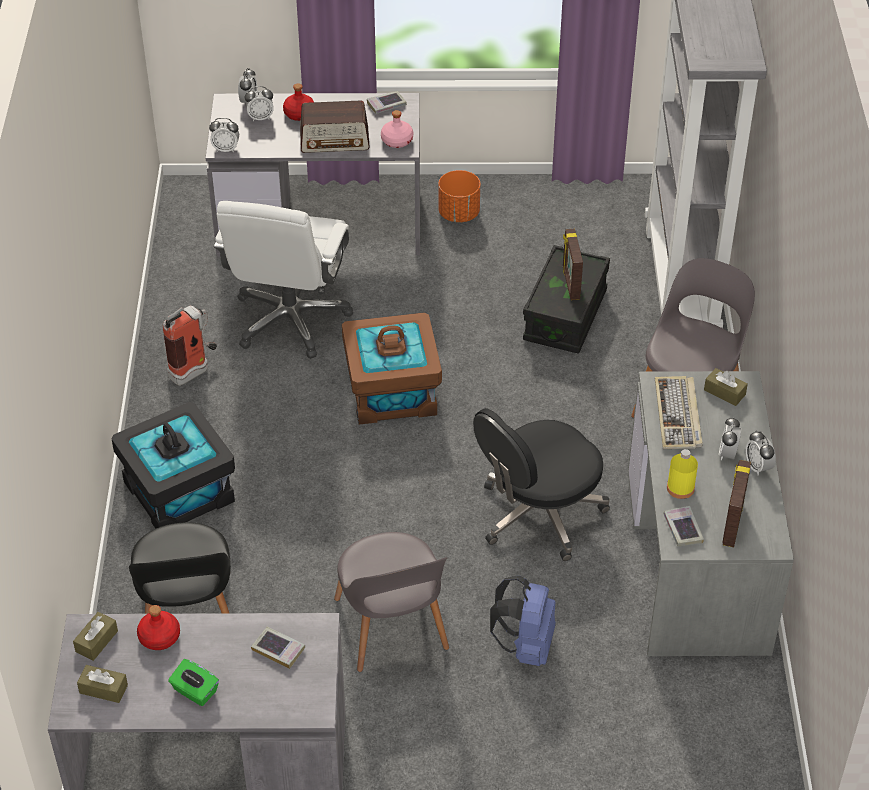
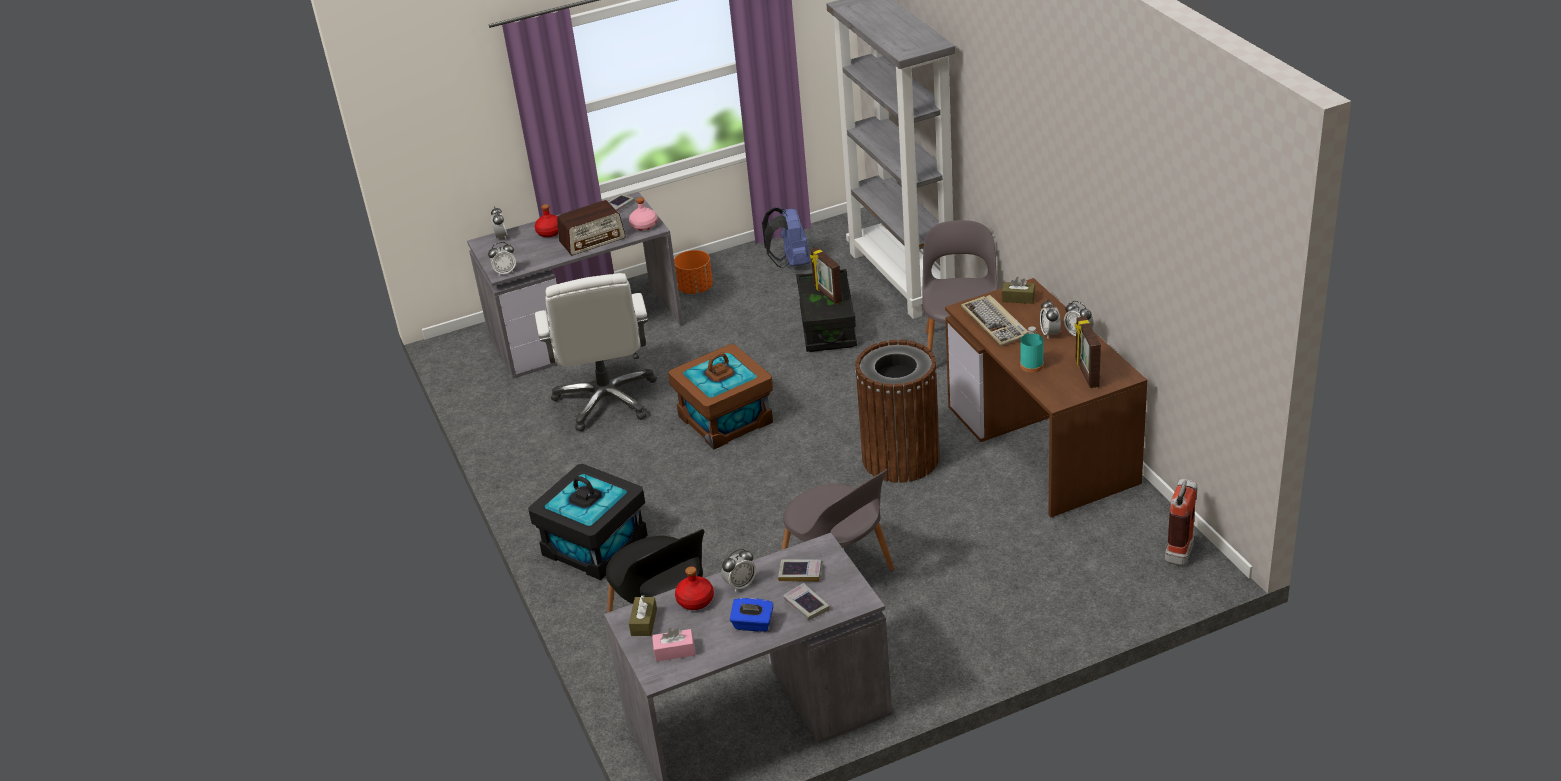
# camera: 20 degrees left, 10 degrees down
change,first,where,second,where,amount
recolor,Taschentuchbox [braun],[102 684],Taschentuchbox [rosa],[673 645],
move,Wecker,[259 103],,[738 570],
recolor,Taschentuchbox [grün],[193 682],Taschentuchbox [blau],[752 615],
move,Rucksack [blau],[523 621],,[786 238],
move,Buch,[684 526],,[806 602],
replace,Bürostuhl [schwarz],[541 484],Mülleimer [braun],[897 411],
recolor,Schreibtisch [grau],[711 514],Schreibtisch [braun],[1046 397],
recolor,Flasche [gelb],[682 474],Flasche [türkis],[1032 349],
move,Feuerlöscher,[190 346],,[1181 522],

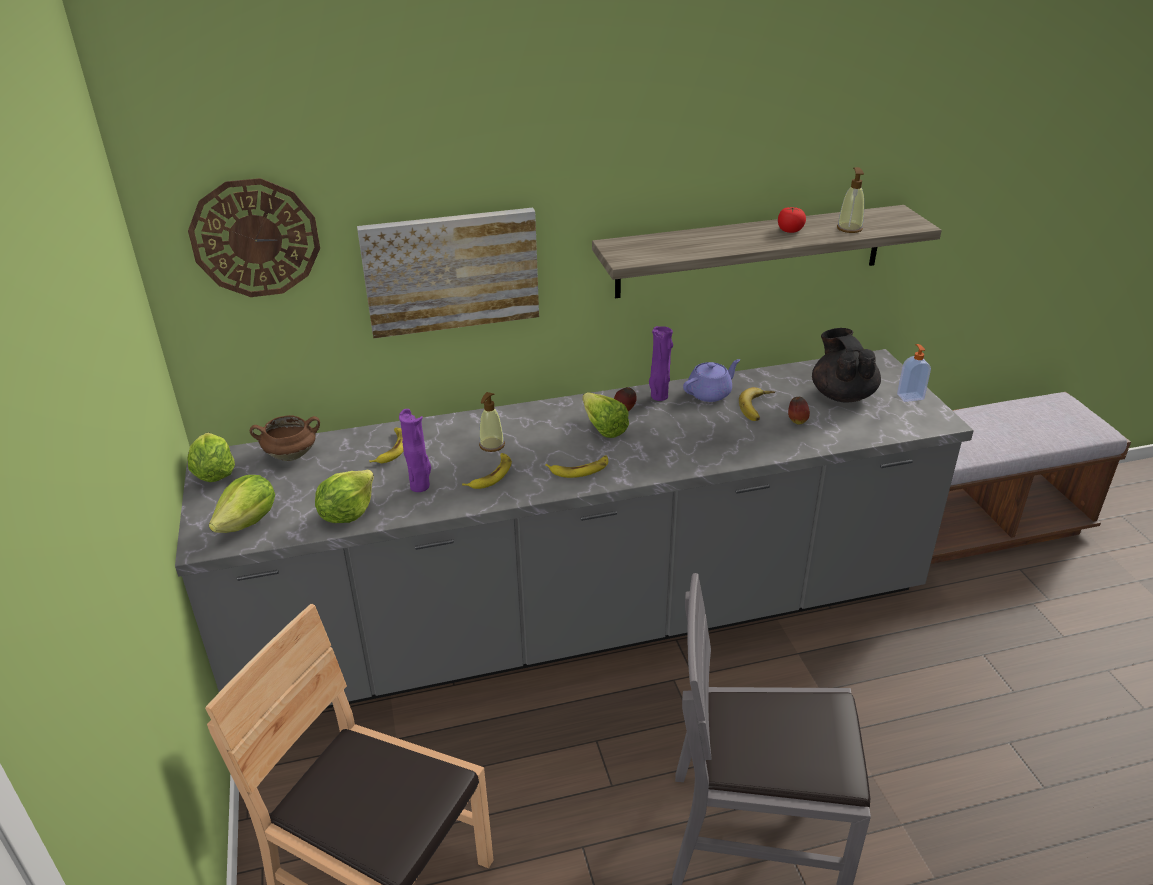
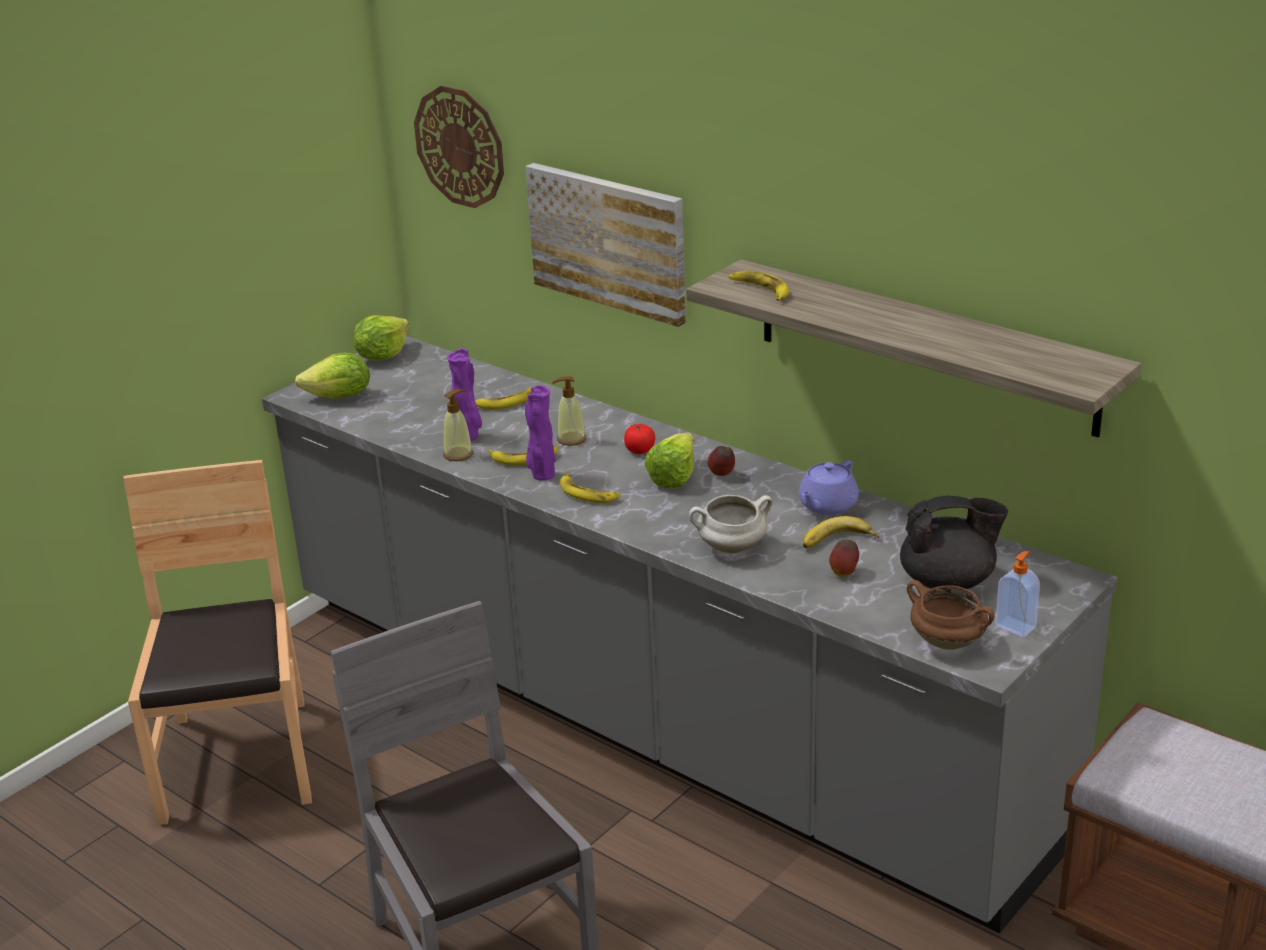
# camera: 55 degrees right, 5 degrees down
change,first,where,second,where,amount
move,Seifenspender,[850 200],,[458 425],
move,Vase [lila],[661 363],,[540 433],
move,Tomate,[792 220],,[639 439],
insert,,,Kochtopf [weiß],[731 524],
insert,,,Banane,[759 285],
rotate,Teekanne [lila],[711 380],,[829 487],105 degrees clockwise
rotate,Teekanne [schwarz],[846 365],,[954 542],45 degrees clockwise
move,Kochtopf [braun],[285 438],,[951 615],
delete,Salatkopf,[344 496],,,

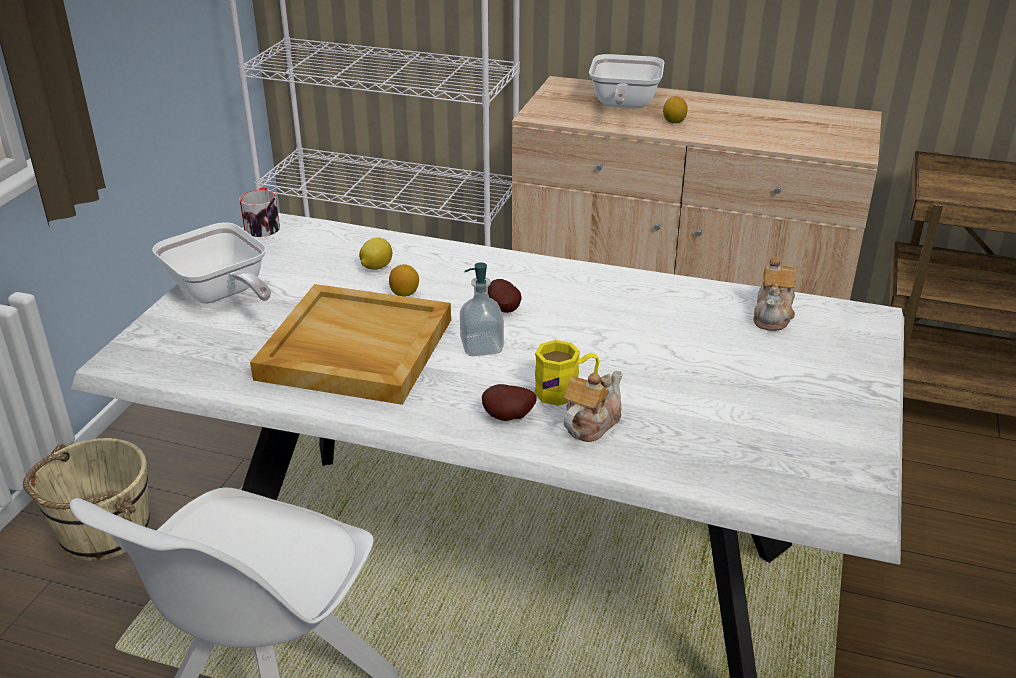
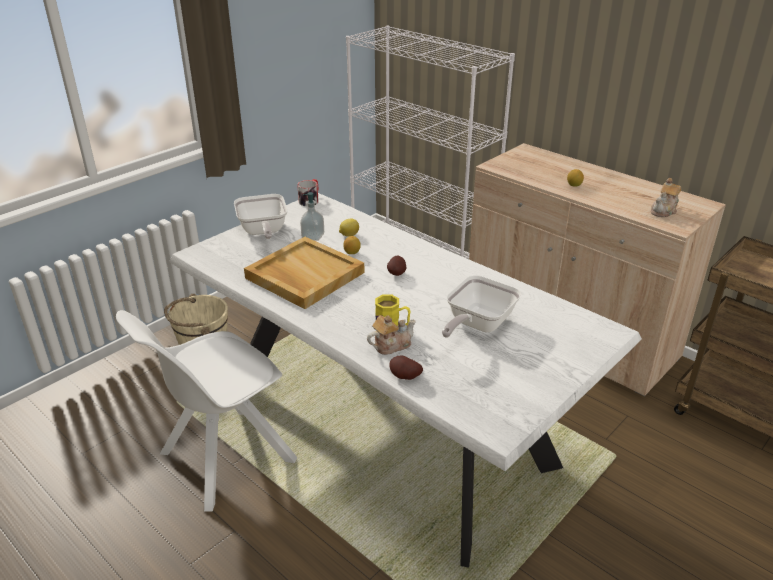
# camera: 25 degrees right, 0 degrees up
change,first,where,second,where,amount
move,Seifenspender,[482 309],,[312 216],
move,Kartoffel,[509 402],,[406 367],
move,Pfanne,[627 81],,[481 306],
move,Teekanne,[775 293],,[666 197],

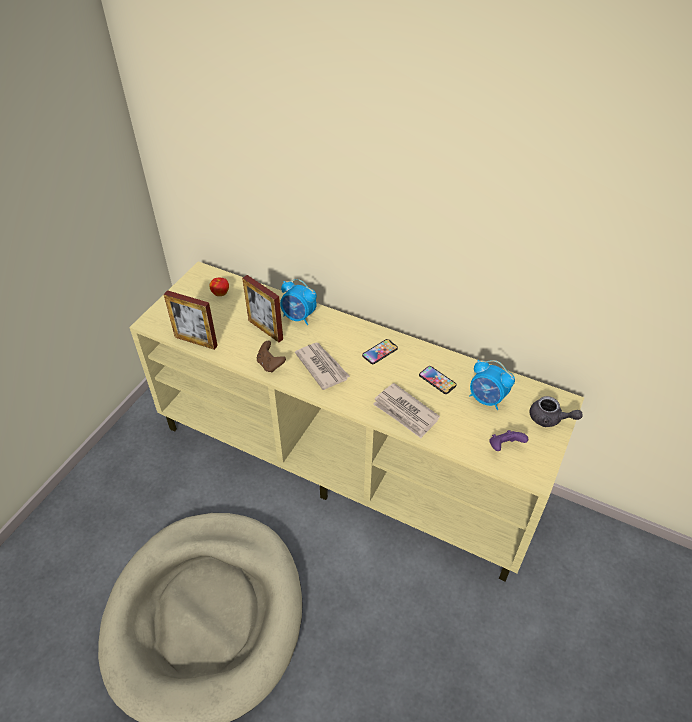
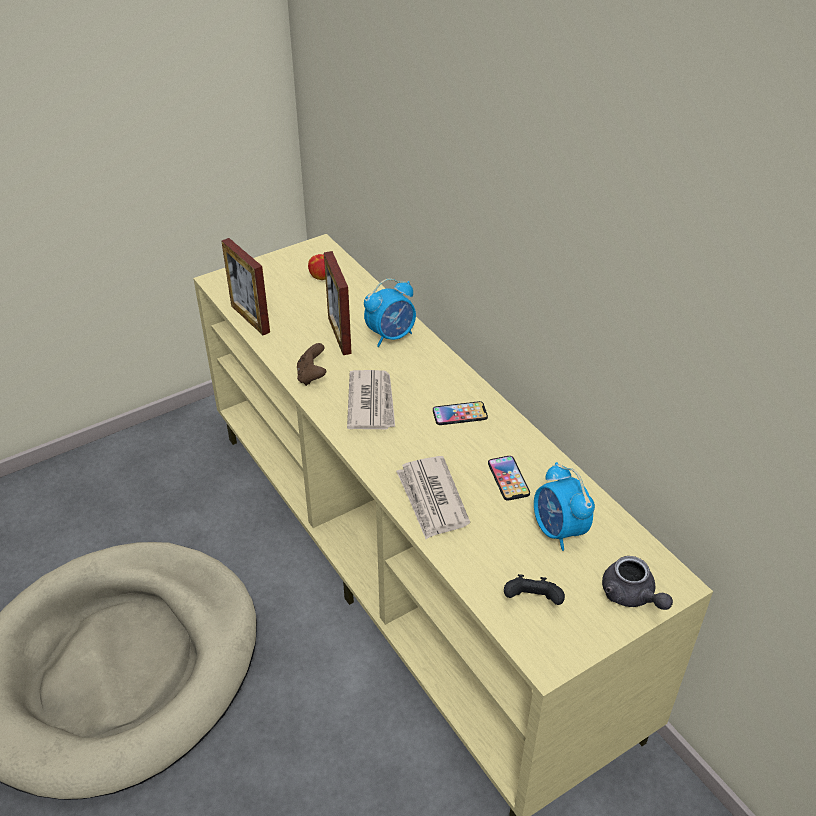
# camera: 30 degrees right, 5 degrees down
change,first,where,second,where,amount
rotate,Wecker,[298 302],,[390 313],90 degrees counterclockwise
recolor,Gamepad [lila],[509 440],Gamepad [schwarz],[534 589],

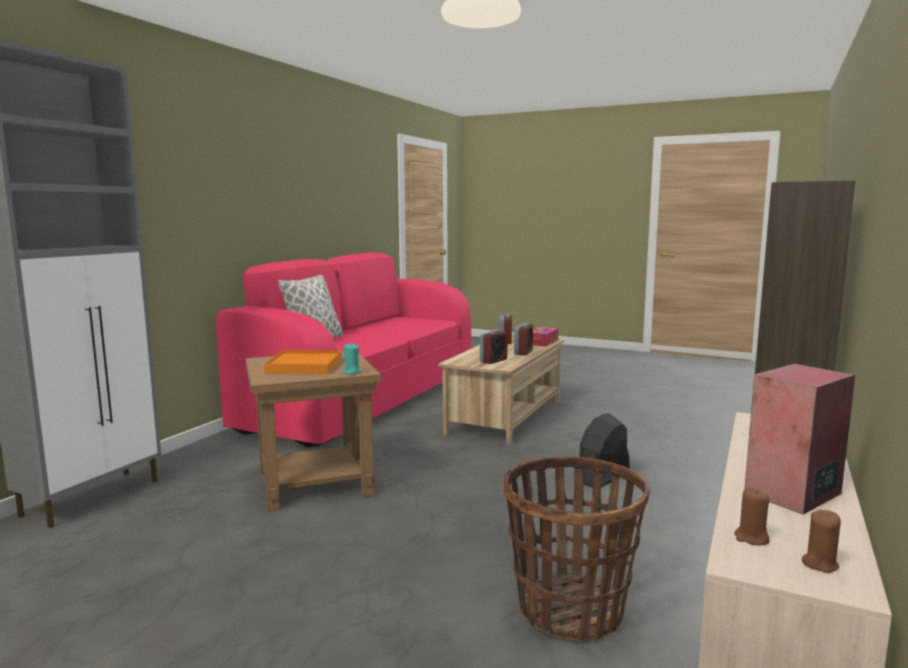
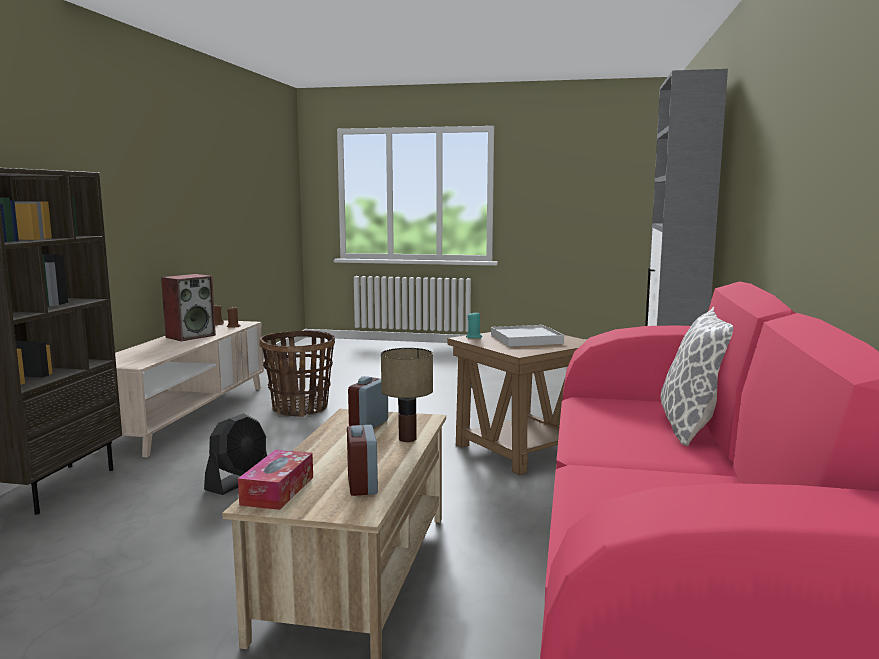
# camera: 165 degrees right, 0 degrees up
change,first,where,second,where,amount
insert,,,Tischlampe,[407 395],
recolor,Tablett [orange],[303 362],Tablett [weiß],[527 336],
delete,Wecker,[523 339],,,

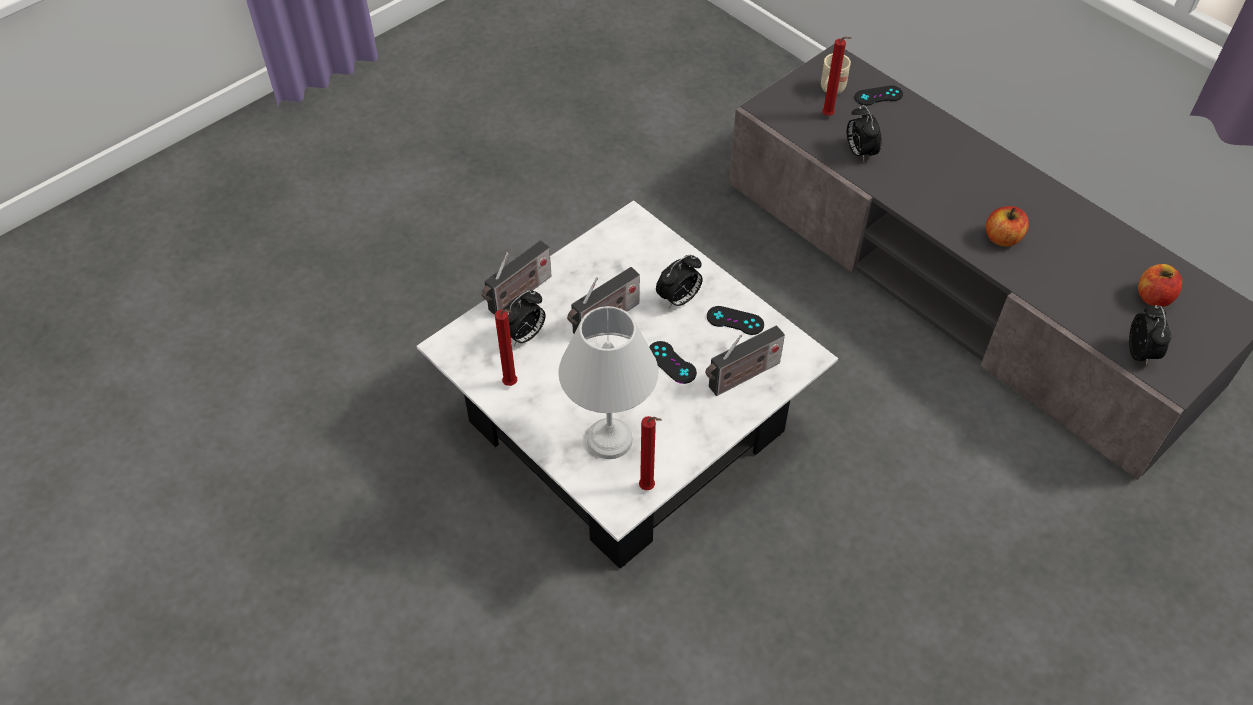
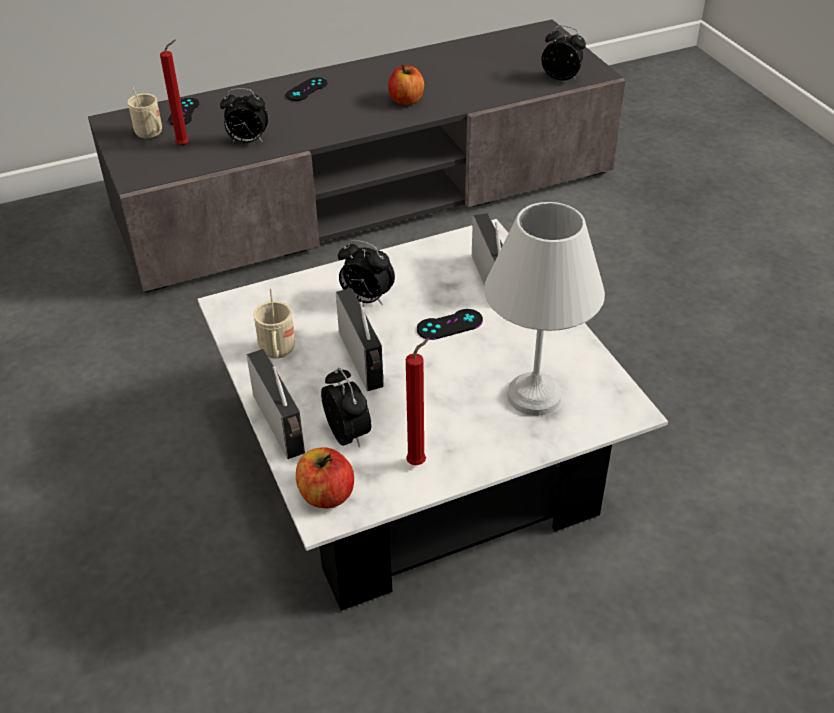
# camera: 70 degrees left, 10 degrees down
change,first,where,second,where,amount
insert,,,Henkelbecher [beige],[274 324],
move,Gamepad [schwarz],[735 320],,[306 89],
move,Apfel,[1160 285],,[325 477],
rotate,Wecker,[679 281],,[366 273],135 degrees clockwise
delete,Kerze [rot],[650 453],,,

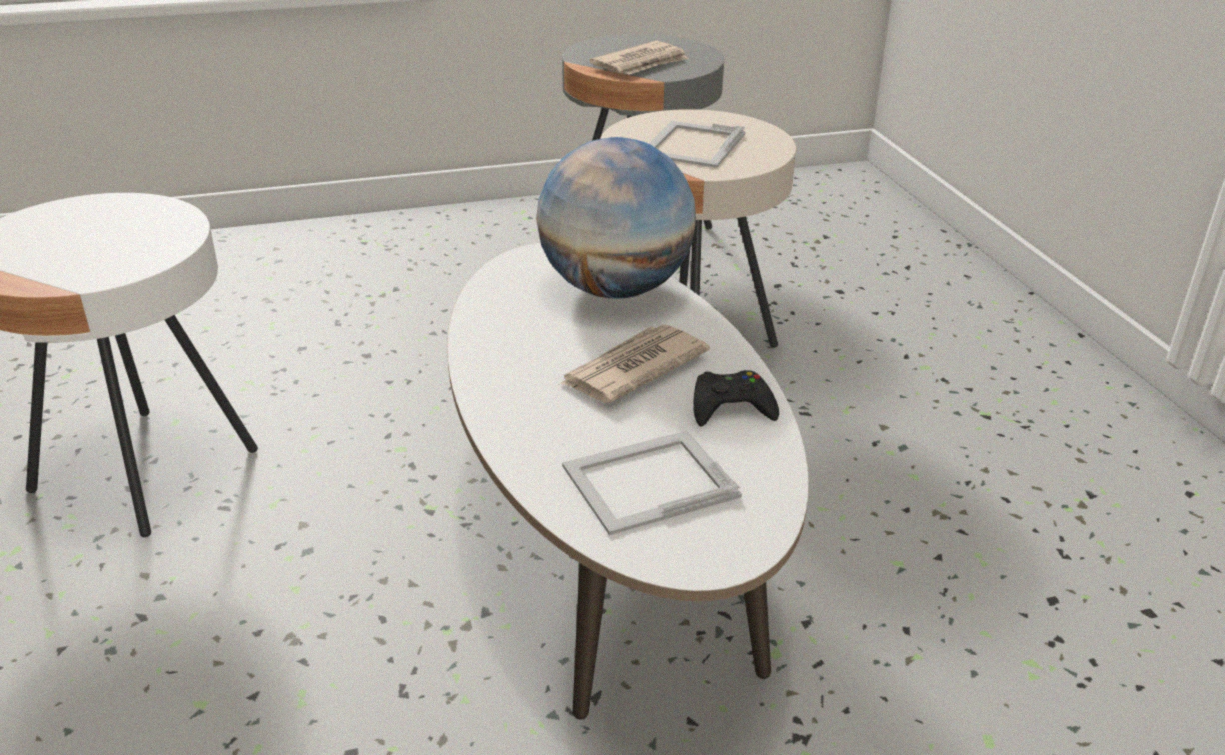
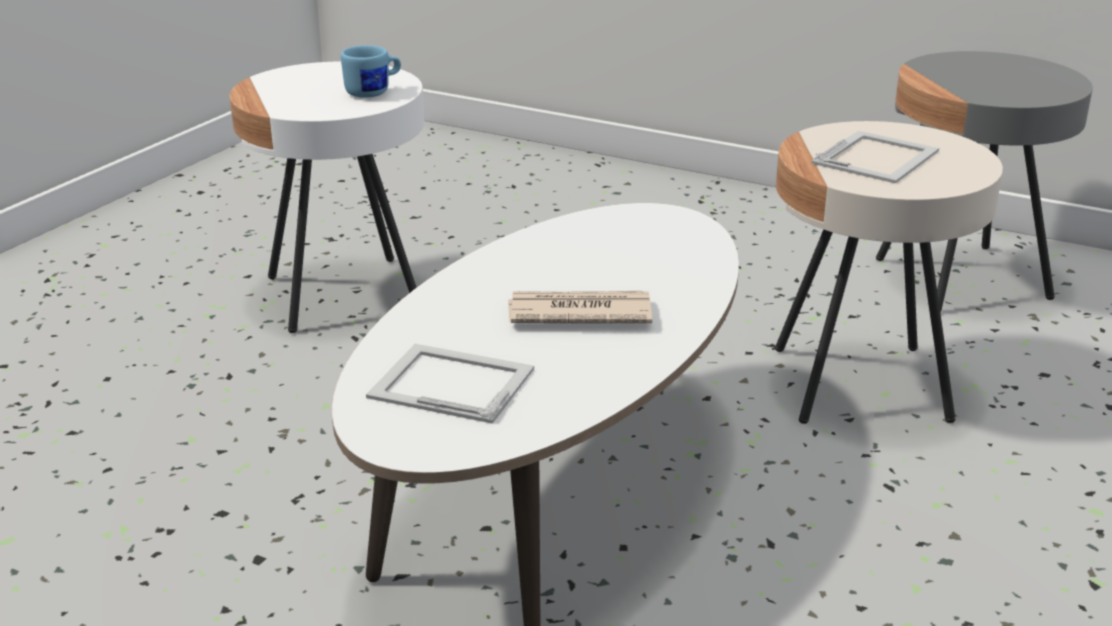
# camera: 45 degrees right, 5 degrees down
change,first,where,second,where,amount
insert,,,Henkelbecher [blau],[371 71],
rotate,Bilderrahmen,[696 144],,[875 157],150 degrees clockwise
delete,Globus,[616 218],,,
delete,Zeitung,[638 58],,,
delete,Gamepad [schwarz],[736 398],,,

